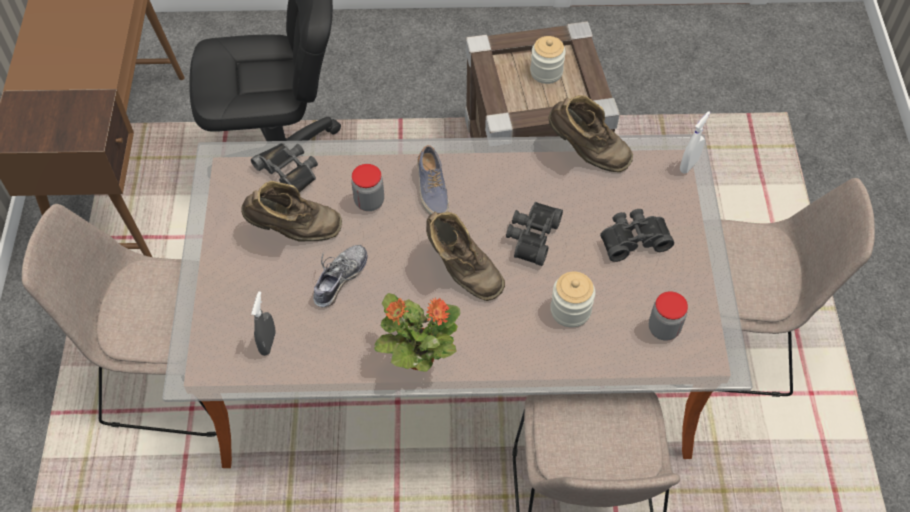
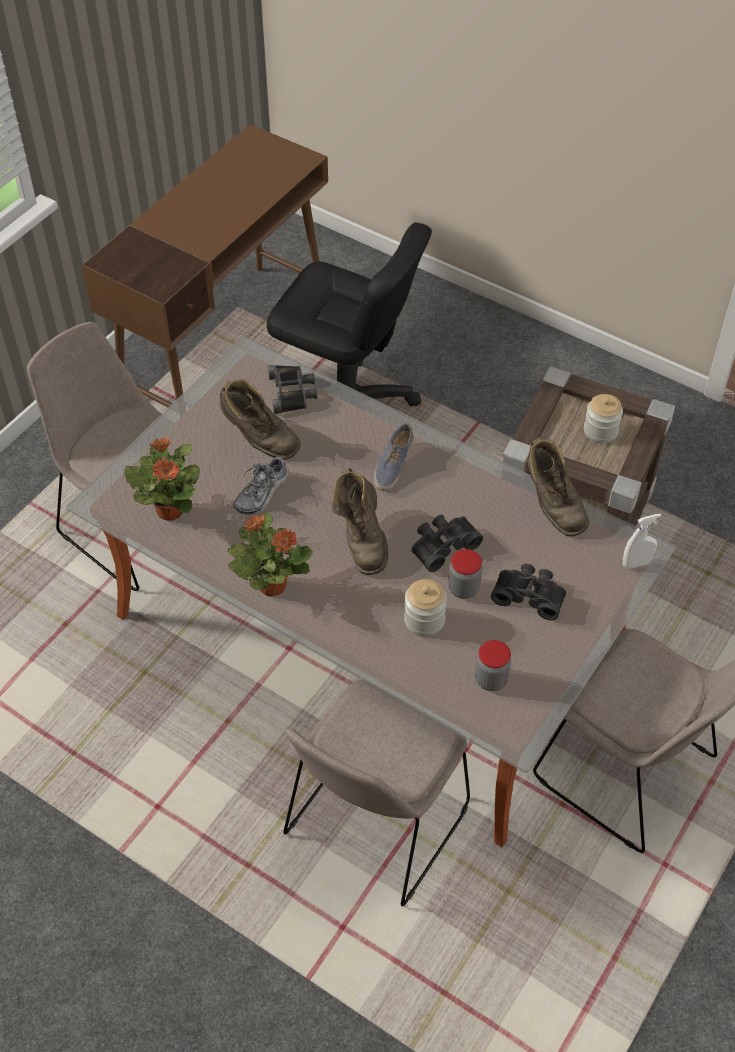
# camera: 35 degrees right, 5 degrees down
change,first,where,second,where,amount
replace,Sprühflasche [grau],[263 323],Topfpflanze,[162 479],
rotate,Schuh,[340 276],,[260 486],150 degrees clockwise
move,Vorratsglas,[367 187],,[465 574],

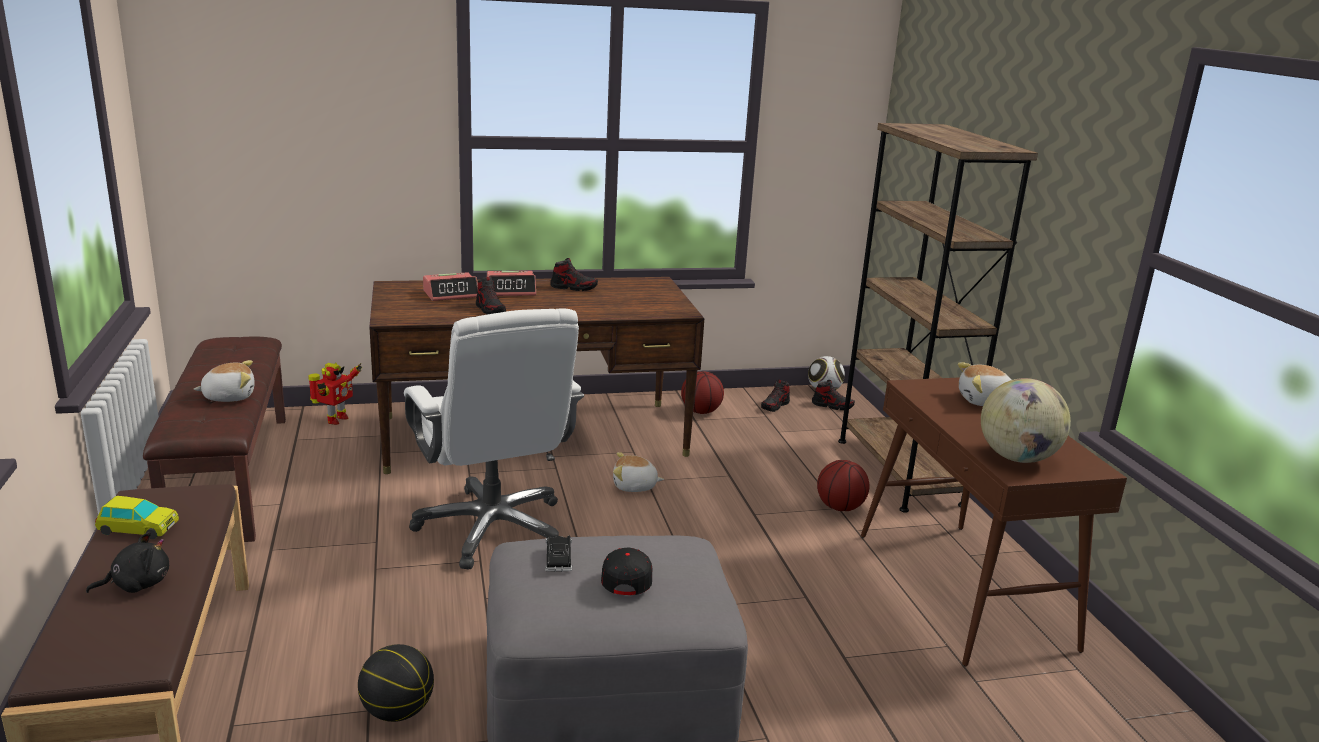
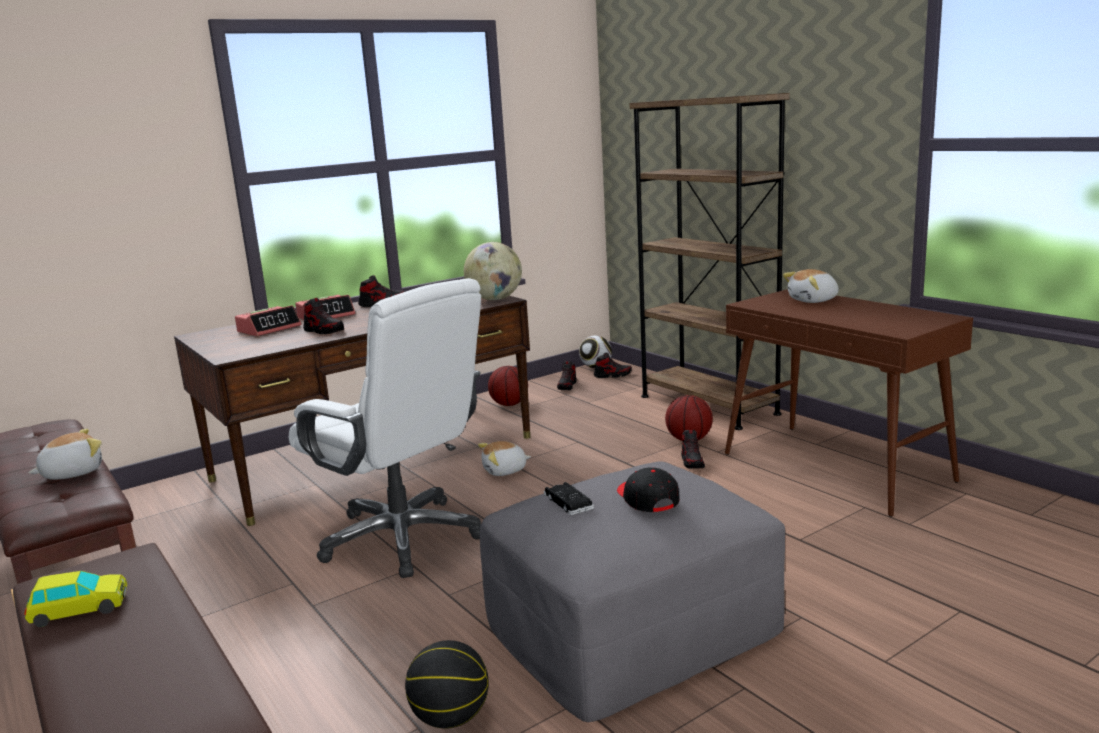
# camera: 20 degrees left, 5 degrees down
change,first,where,second,where,amount
move,Globus,[1026 420],,[493 271],
insert,,,Schuh,[693 449],
delete,Plüschtier [schwarz],[127 562],,,
delete,Spielzeugroboter,[335 394],,,

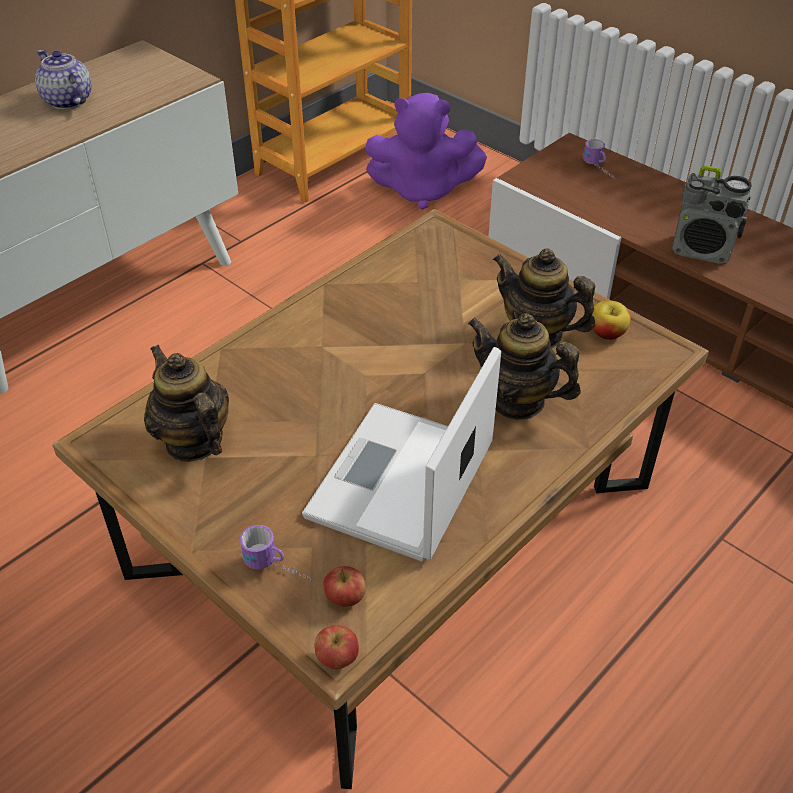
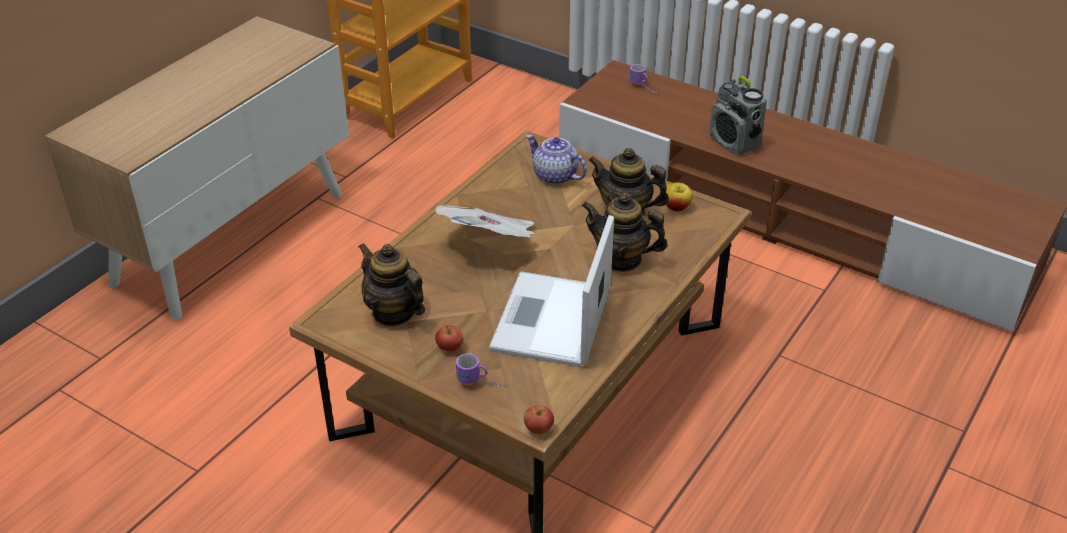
# camera: 10 degrees left, 5 degrees down
change,first,where,second,where,amount
insert,,,Zeitung,[485 221],
move,Apfel,[344 586],,[449 339],
move,Teekanne,[63 79],,[556 160],
rotate,Radio,[712 215],,[738 115],45 degrees clockwise
delete,Plüschtier [lila],[426 151],,,

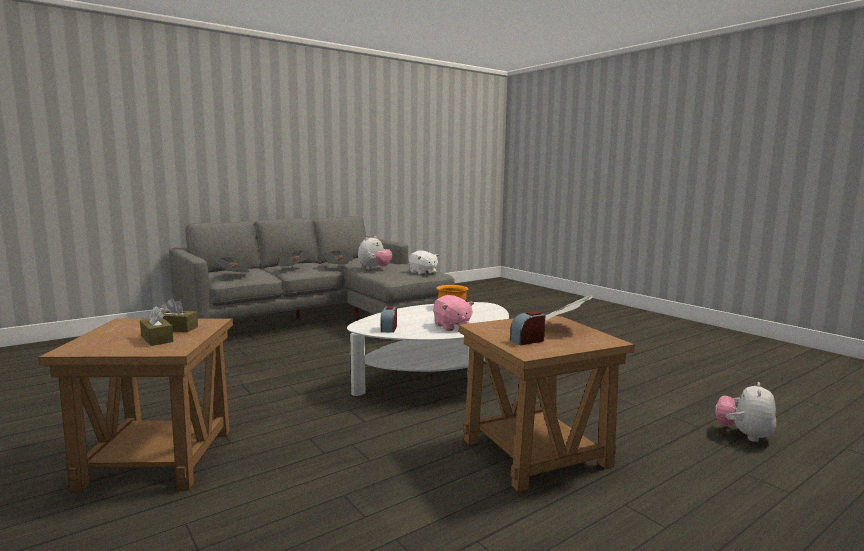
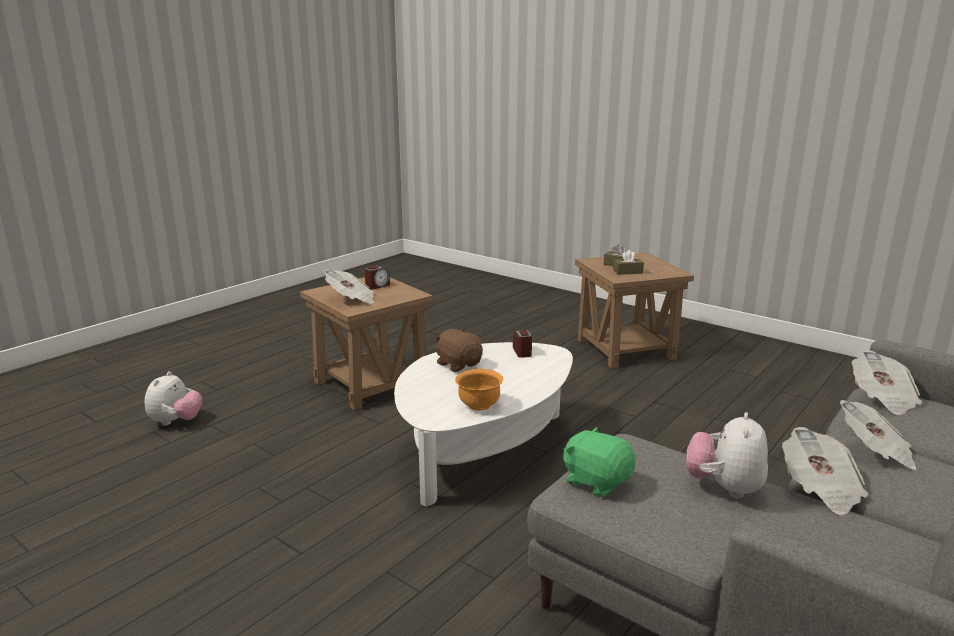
# camera: 165 degrees right, 10 degrees up
change,first,where,second,where,amount
recolor,Plüschtier [rosa],[453 313],Plüschtier [braun],[458 350],
recolor,Plüschtier [weiß],[424 262],Plüschtier [grün],[599 462],

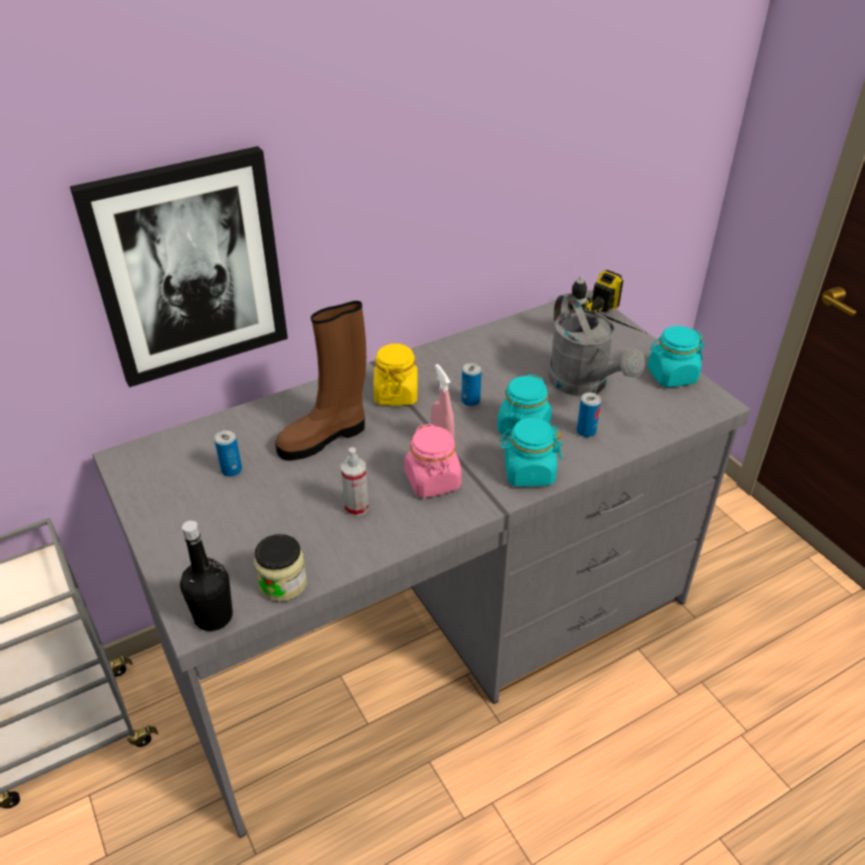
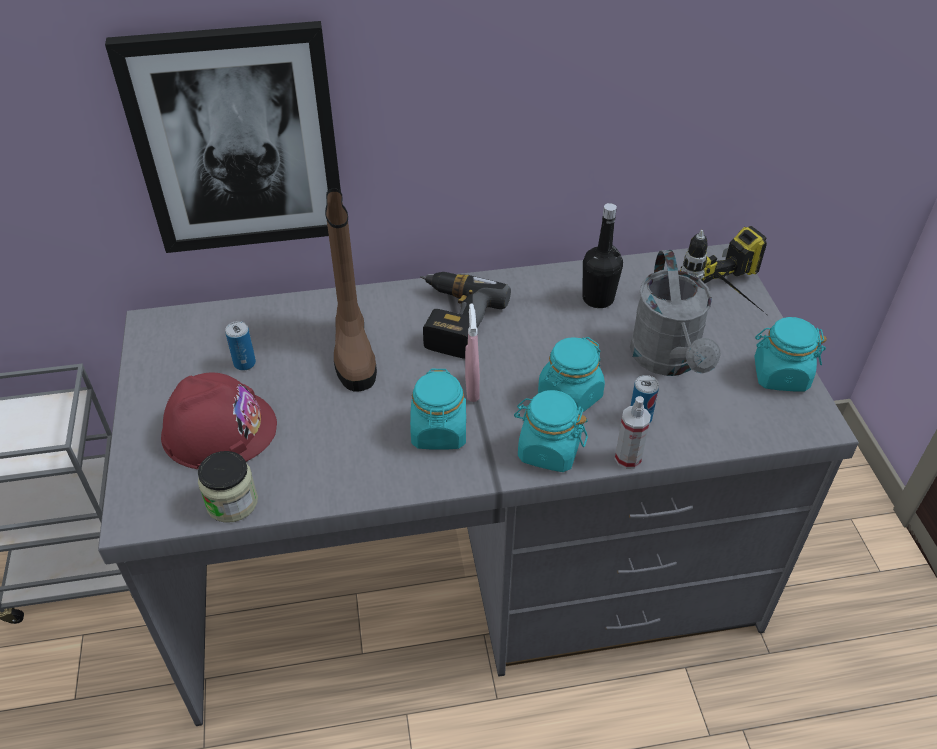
# camera: 20 degrees right, 5 degrees up
change,first,where,second,where,amount
insert,,,Schutzhelm [rot],[219 421],
rotate,Stiefel [braun],[320 381],,[351 290],90 degrees counterclockwise
recolor,Vorratsglas [rosa],[433 460],Vorratsglas [türkis],[438 409],
replace,Vorratsglas [gelb],[396 374],Bohrmaschine,[465 315],
move,Flasche [schwarz],[206 575],,[602 255],
move,Sprühflasche,[355 482],,[633 432],
delete,Dose,[471 384],,,

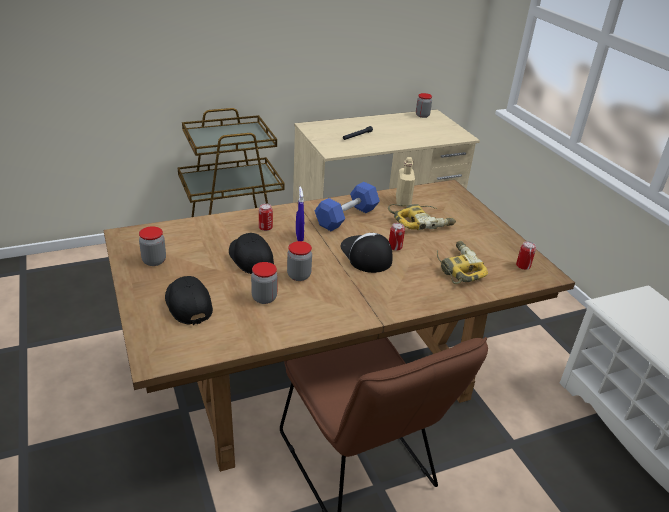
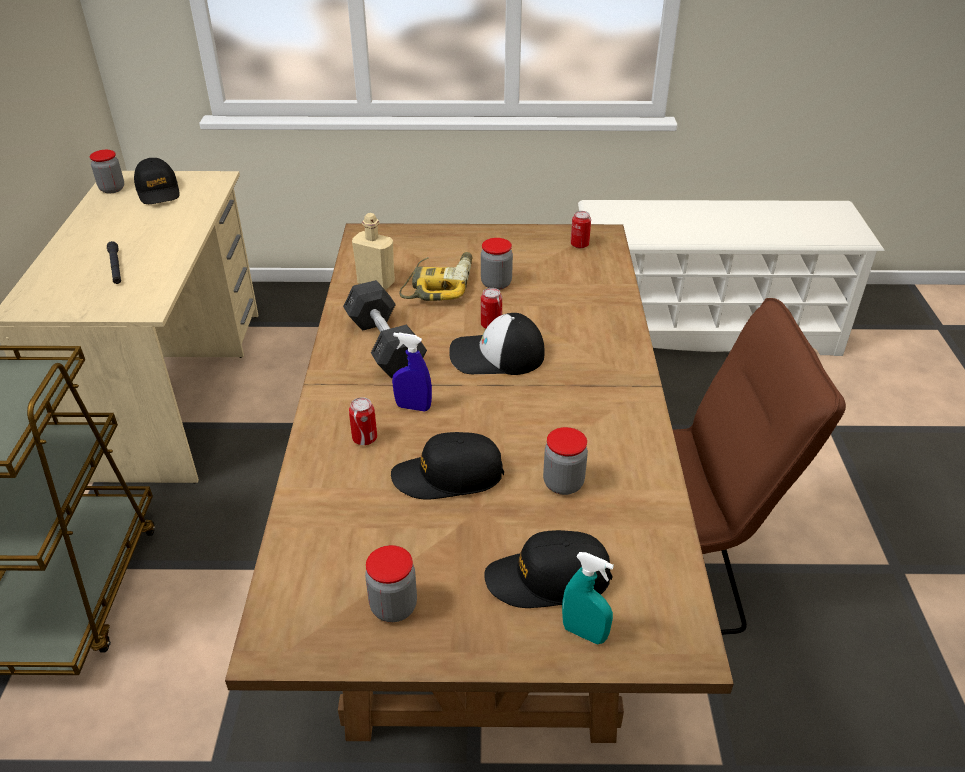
# camera: 65 degrees left, 5 degrees up
change,first,where,second,where,amount
insert,,,Kappe [schwarz],[157 181],
recolor,Hantel [blau],[347 206],Hantel [grau],[385 329],
move,Vorratsglas,[299 261],,[497 264],
insert,,,Sprühflasche [türkis],[588 598],
delete,Bohrmaschine,[462 262],,,

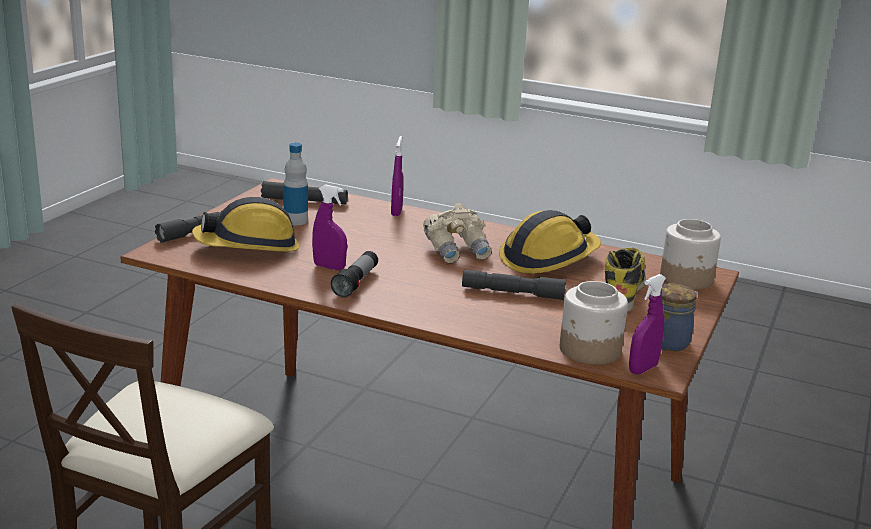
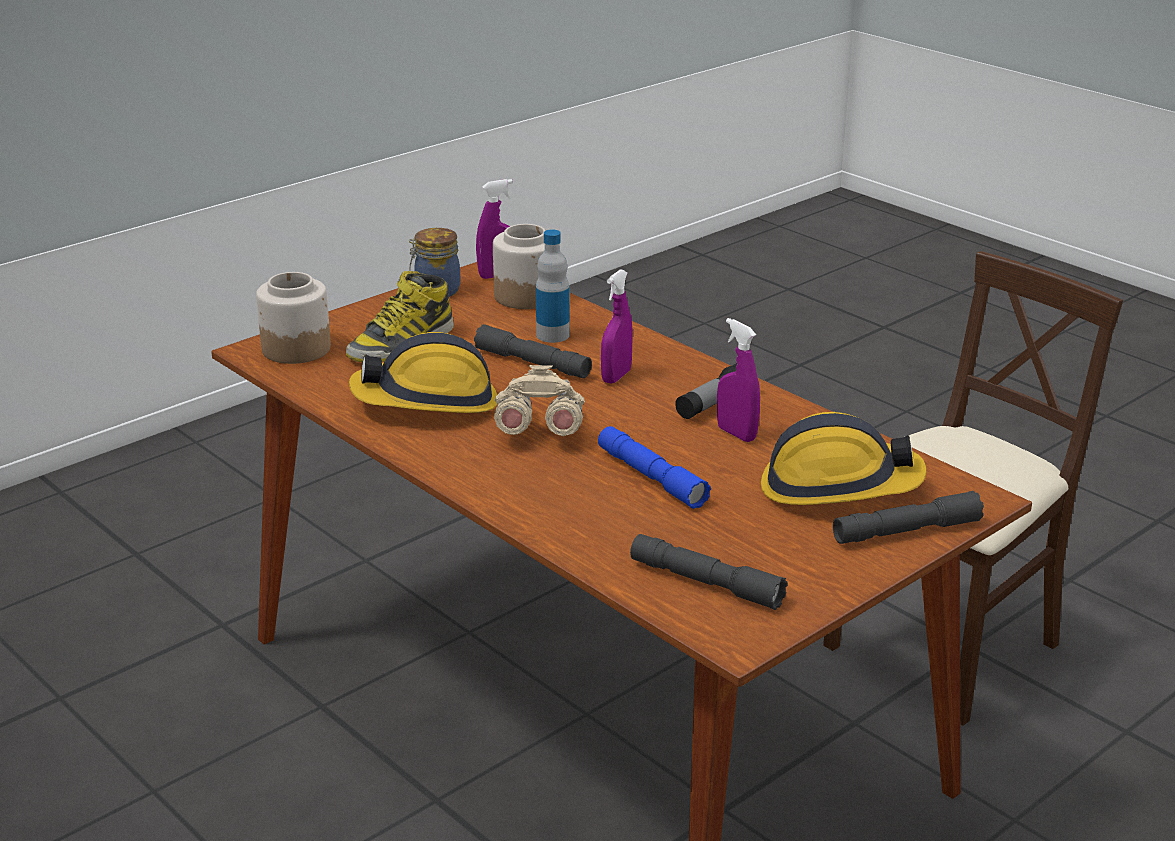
# camera: 155 degrees left, 5 degrees up
change,first,where,second,where,amount
move,Flasche,[295 184],,[553 286],
insert,,,Taschenlampe [blau],[654 467],
move,Sprühflasche [lila],[397 176],,[617 326],

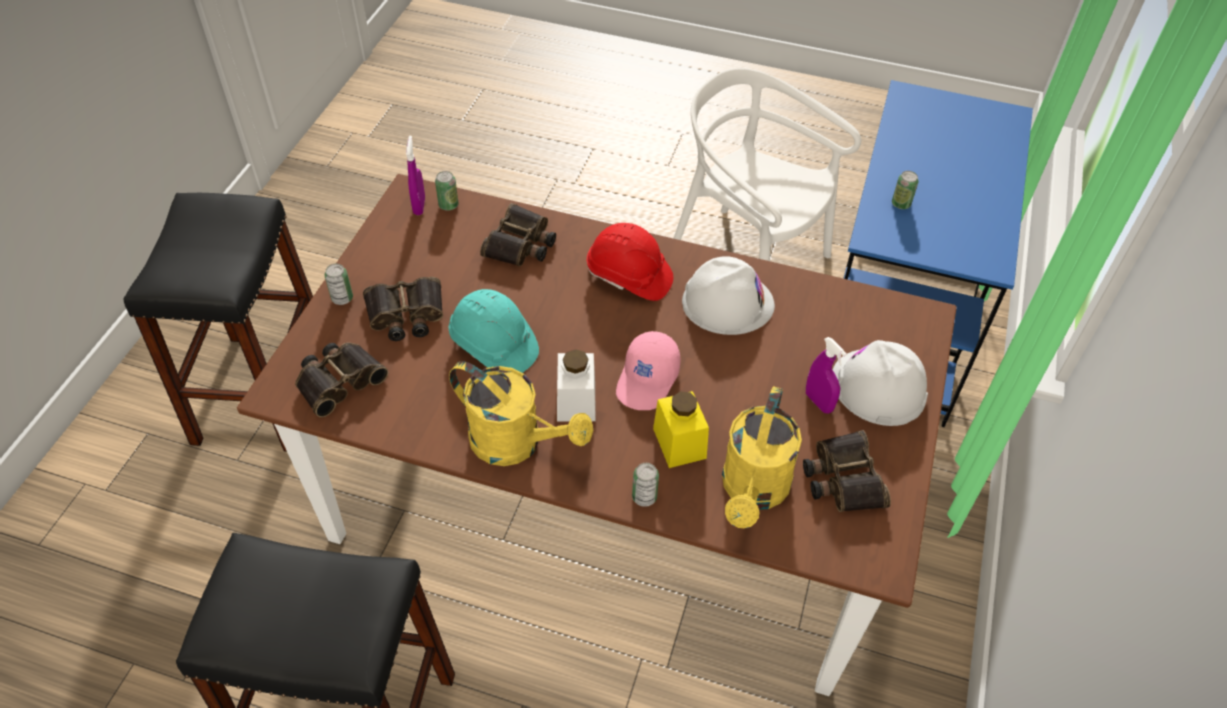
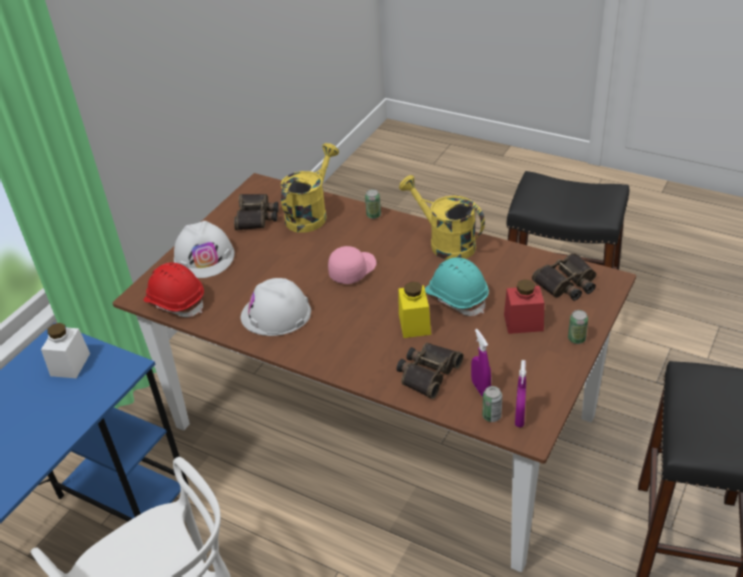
# camera: 165 degrees left, 10 degrees down
change,first,where,second,where,amount
move,Vorratsglas [weiß],[576 385],,[65 350],
move,Schutzhelm [rot],[630 262],,[174 290],
move,Vorratsglas [gelb],[681 429],,[414 309],
move,Sprühflasche [lila],[826 375],,[481 363],
replace,Fernglas,[403 309],Vorratsglas [rot],[524 306],
delete,Dose,[905 190],,,

